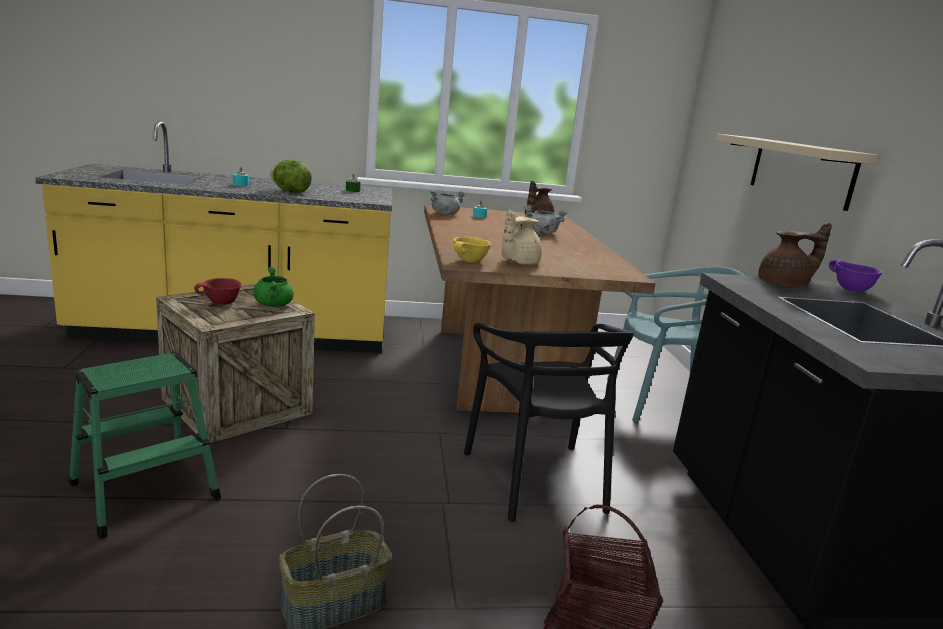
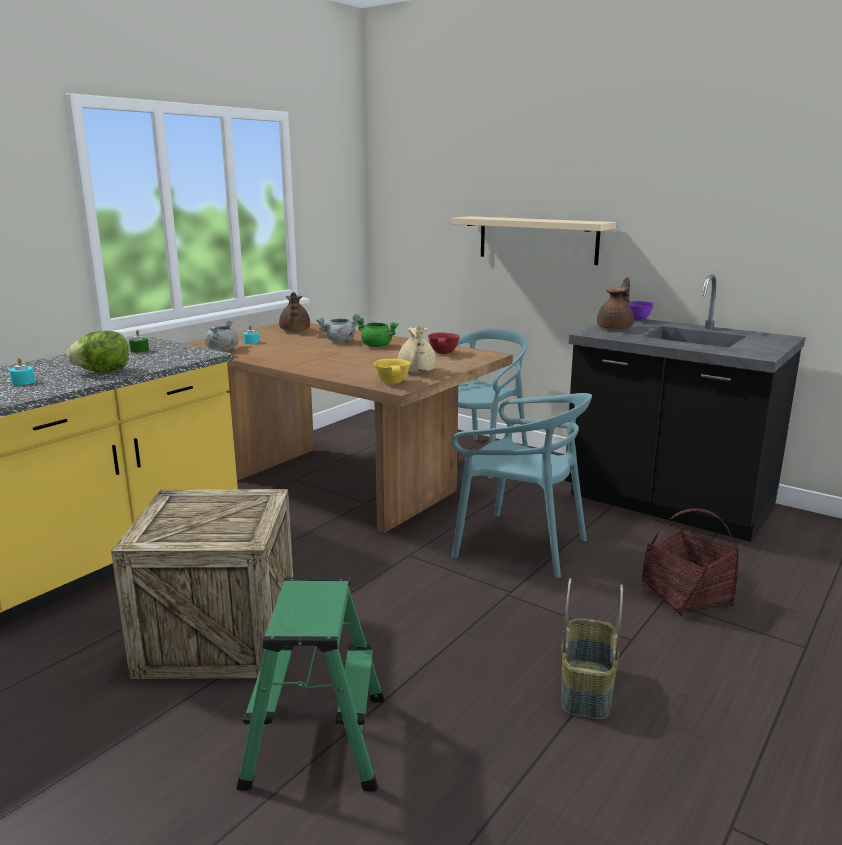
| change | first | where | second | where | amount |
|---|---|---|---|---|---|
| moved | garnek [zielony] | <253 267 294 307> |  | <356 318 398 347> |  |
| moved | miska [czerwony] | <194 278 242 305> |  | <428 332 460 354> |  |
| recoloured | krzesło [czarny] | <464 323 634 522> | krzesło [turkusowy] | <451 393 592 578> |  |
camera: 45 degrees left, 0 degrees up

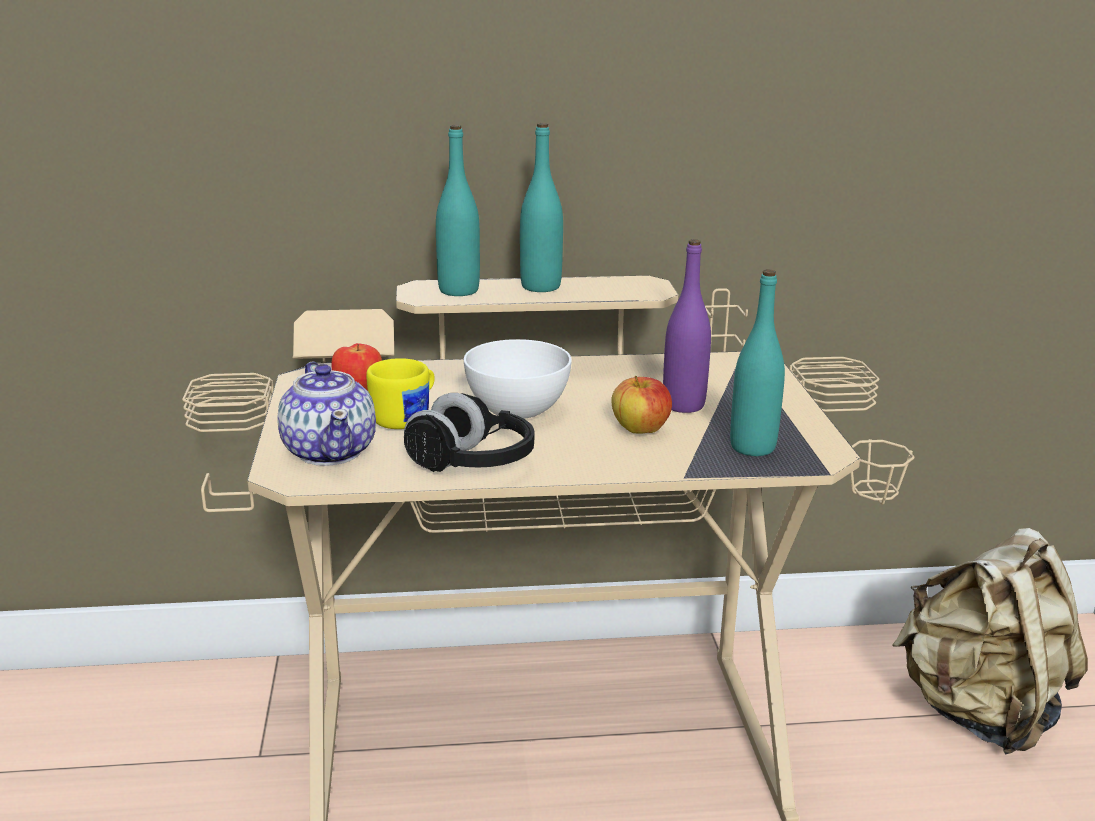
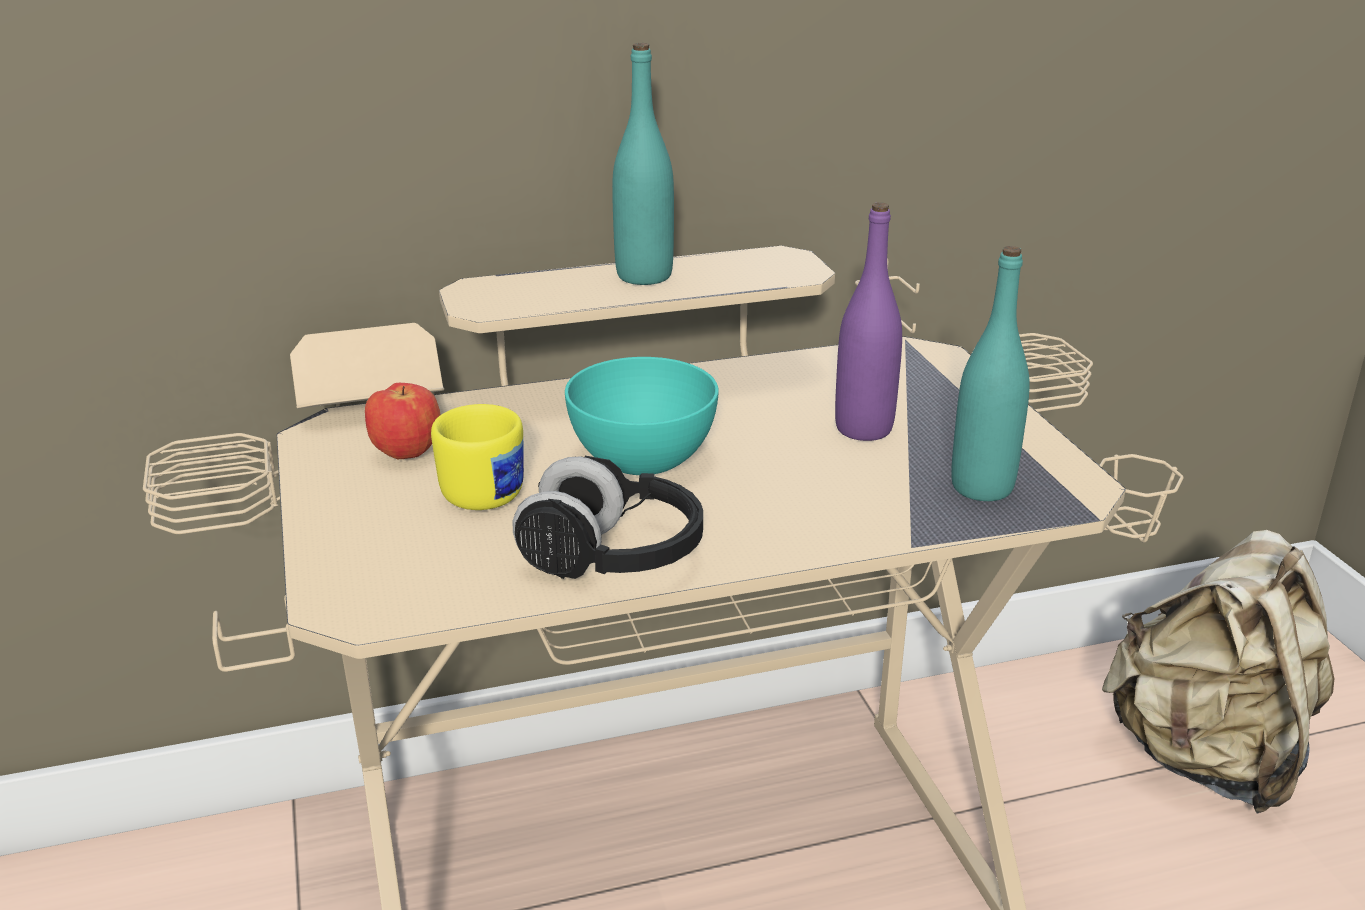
| change | first | where | second | where | amount |
|---|---|---|---|---|---|
| removed | butelka [turkusowy] | <436 125 480 296> |  |  |  |
| recoloured | miska [biały] | <464 339 572 419> | miska [turkusowy] | <565 357 719 475> |  |
| removed | imbryk | <278 362 376 466> |  |  |  |
| removed | jabłko | <611 376 672 434> |  |  |  |
camera: 10 degrees left, 5 degrees up

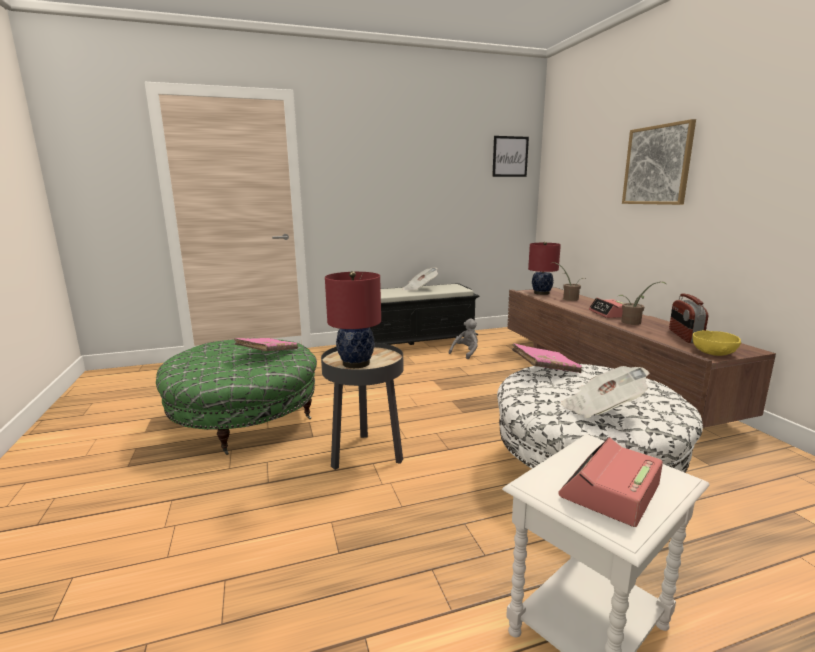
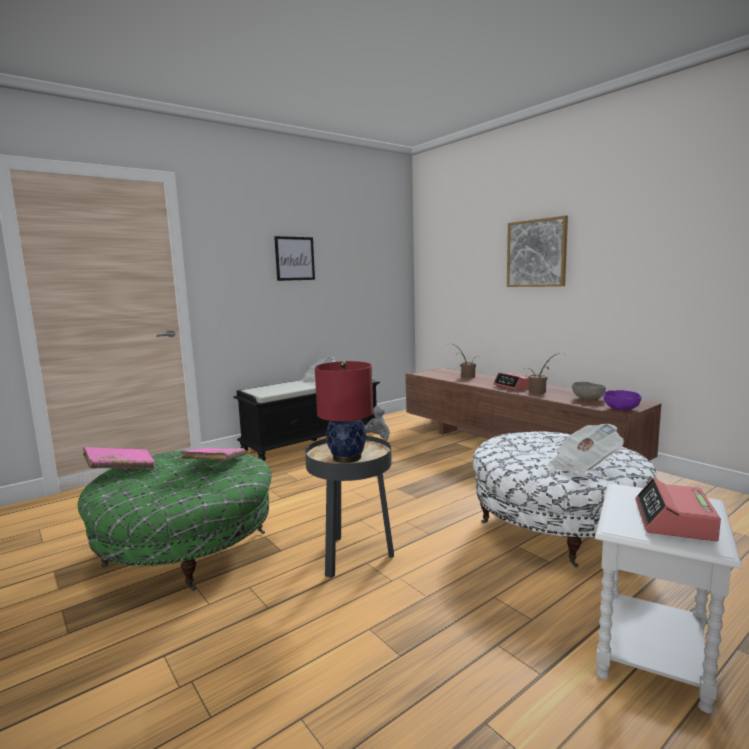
| change | first | where | second | where | amount |
|---|---|---|---|---|---|
| moved | obraz | <492 136 529 177> |  | <274 236 315 281> |  |
| removed | lampa stołowa [czerwony] | <528 241 561 295> |  |  |  |
| replaced | radio | <669 294 708 343> | miska [szary] | <572 382 606 400> |  |
| recoloured | miska [żółty] | <693 330 741 356> | miska [fioletowy] | <603 390 641 410> |  |
| moved | książka [różowy] | <512 343 582 373> |  | <83 447 155 468> |  |
camera: 20 degrees left, 5 degrees down

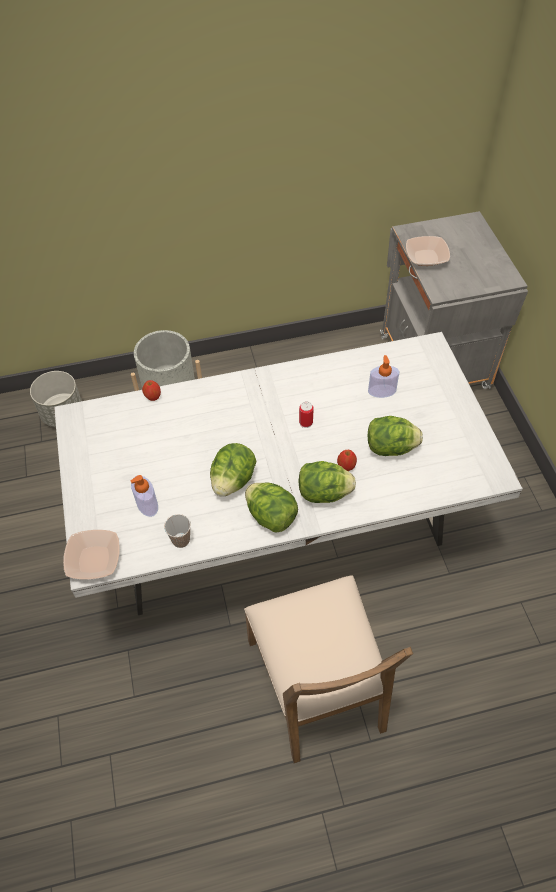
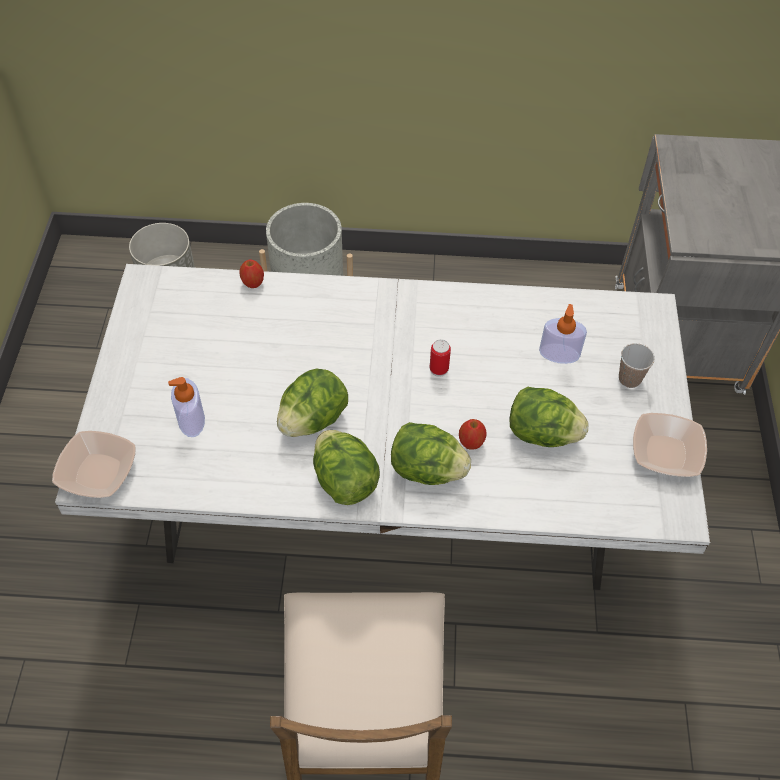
| change | first | where | second | where | amount |
|---|---|---|---|---|---|
| moved | miska | <406 236 450 266> |  | <633 413 707 477> |  |
| moved | filiżanka | <164 514 191 548> |  | <619 343 655 388> |  |
camera: 15 degrees right, 0 degrees up

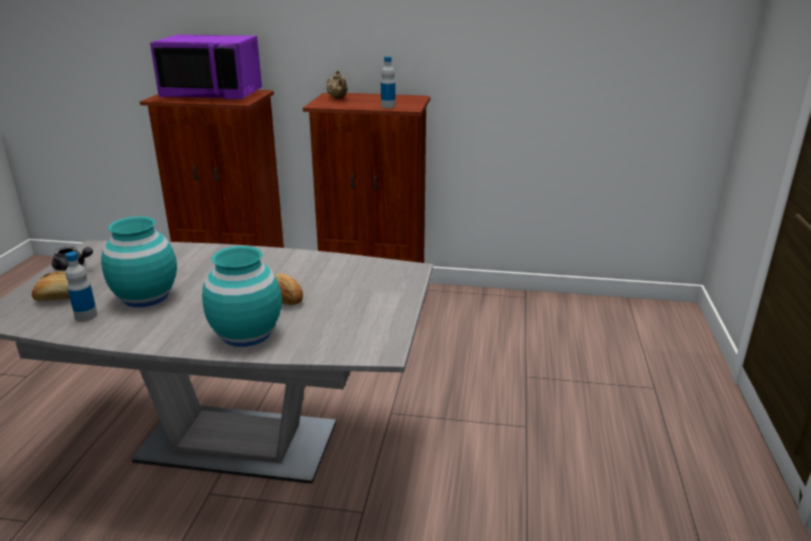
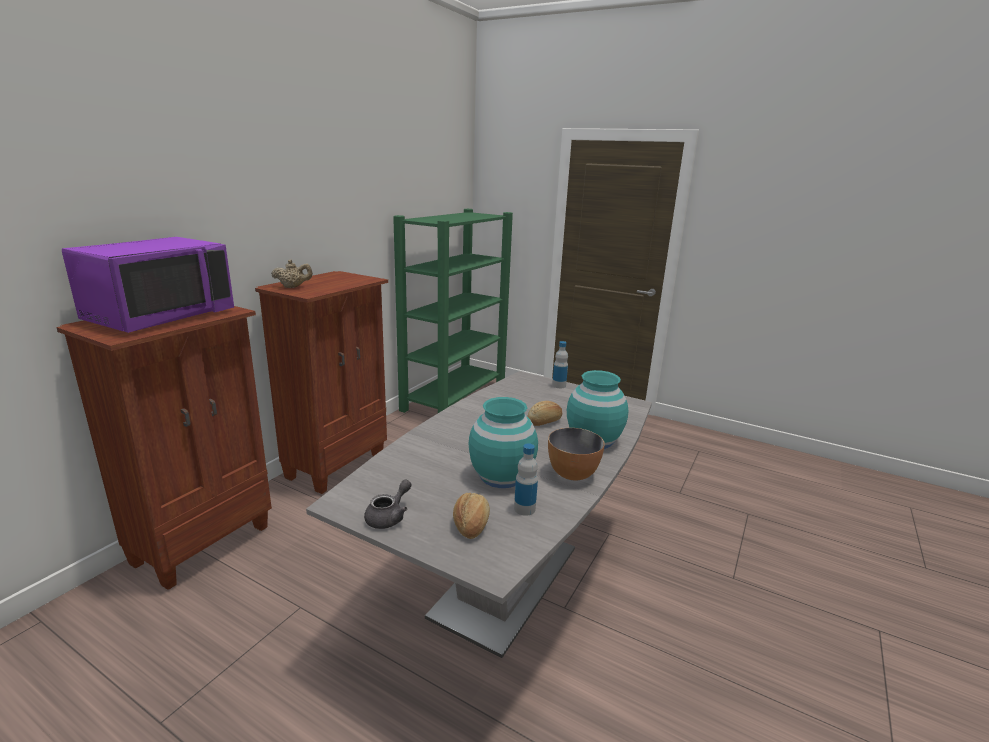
| change | first | where | second | where | amount |
|---|---|---|---|---|---|
| moved | butelka | <381 56 396 108> |  | <552 341 568 388> |  |
| added |  |  | regał [zielony] | <393 209 513 413> |  |
| added |  |  | miska | <548 428 605 480> |  |
camera: 70 degrees left, 5 degrees down

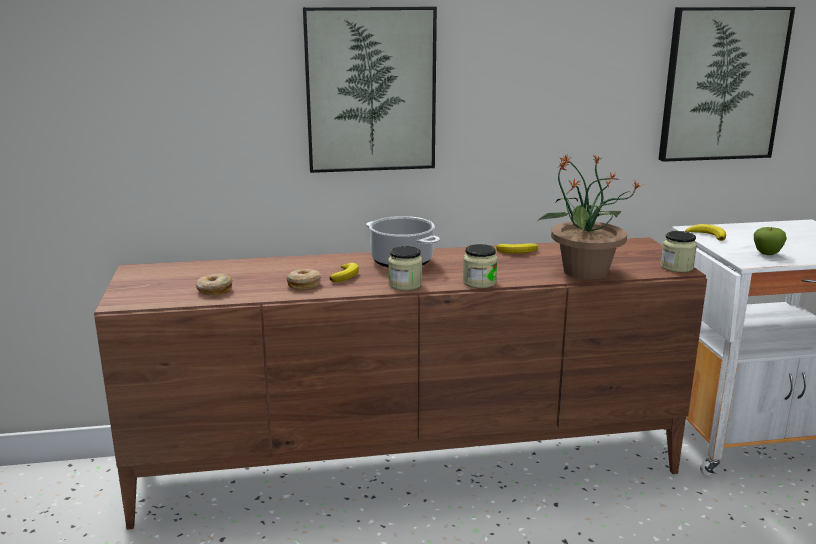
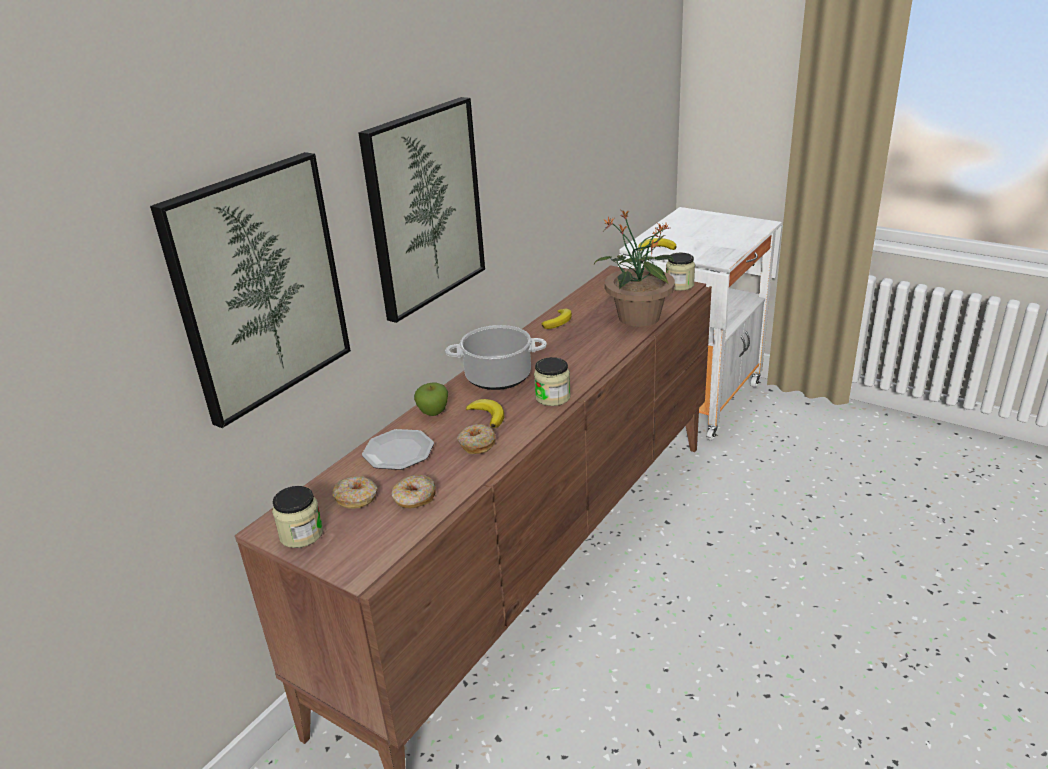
| change | first | where | second | where | amount |
|---|---|---|---|---|---|
| moved | obraz | <659 7 795 162> |  | <150 152 351 428> |  |
| moved | jabłko | <754 227 787 255> |  | <414 383 448 416> |  |
| moved | słoik | <463 244 497 288> |  | <272 486 323 548> |  |
| added |  |  | talerz | <362 429 434 470> |  |
| added |  |  | donut | <332 476 378 509> |  |
camera: 45 degrees left, 10 degrees up

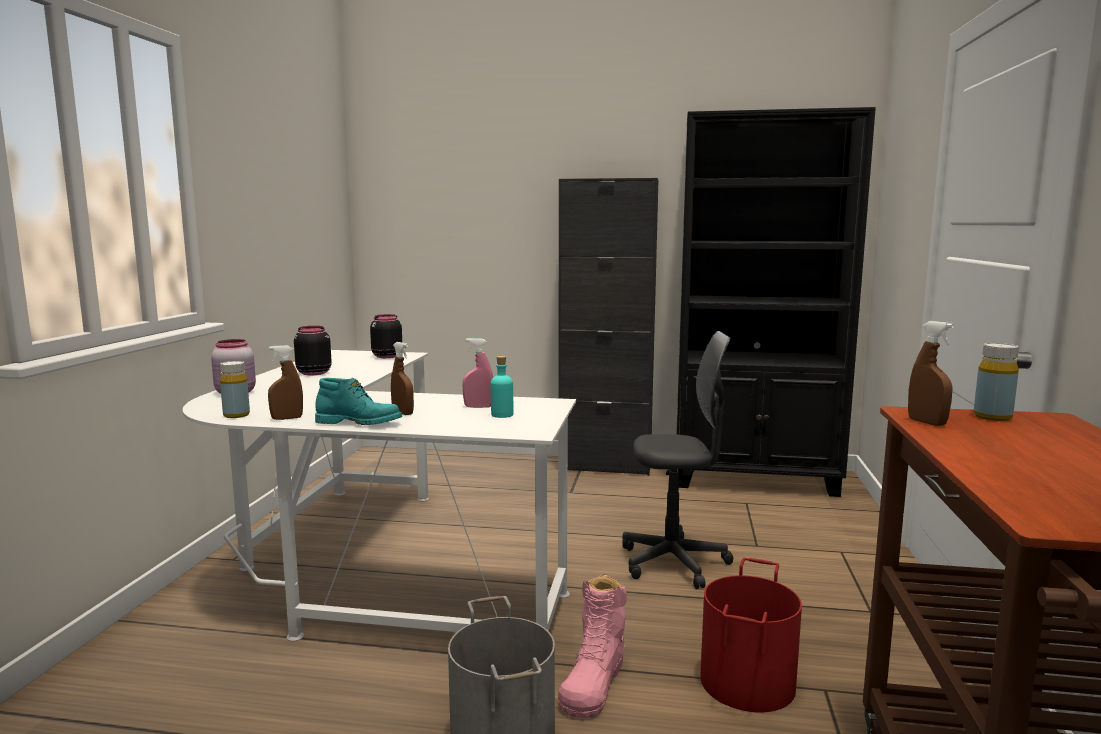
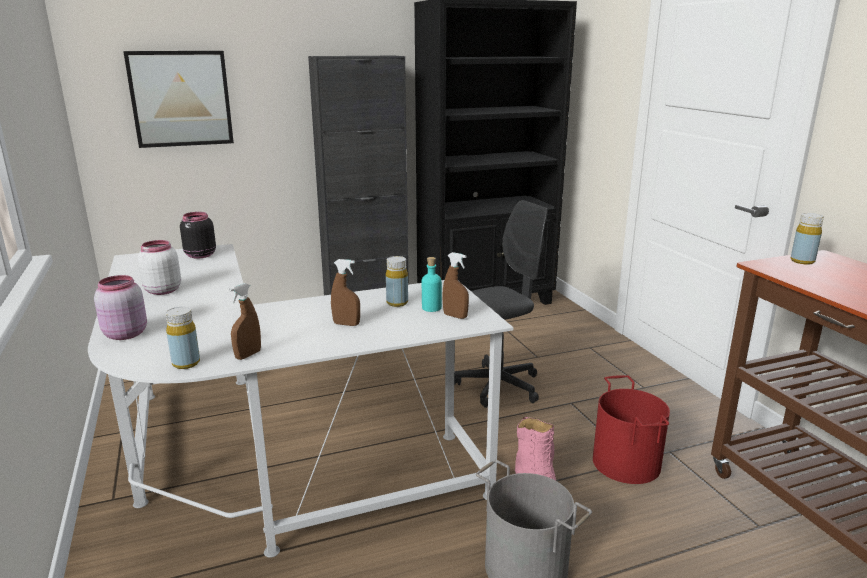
| change | first | where | second | where | amount |
|---|---|---|---|---|---|
| moved | spryskiwacz [brązowy] | <908 321 954 426> |  | <442 252 469 319> |  |
| recoloured | słoik [czarny] | <294 326 332 375> | słoik [biały] | <138 240 181 295> |  |
| replaced | spryskiwacz [różowy] | <463 338 493 408> | butelka [żółty] | <386 256 408 307> |  |
| removed | but z cholewką [turkusowy] | <315 378 402 425> |  |  |  |
| added |  |  | obraz | <123 51 234 148> |  |
camera: 30 degrees left, 10 degrees up

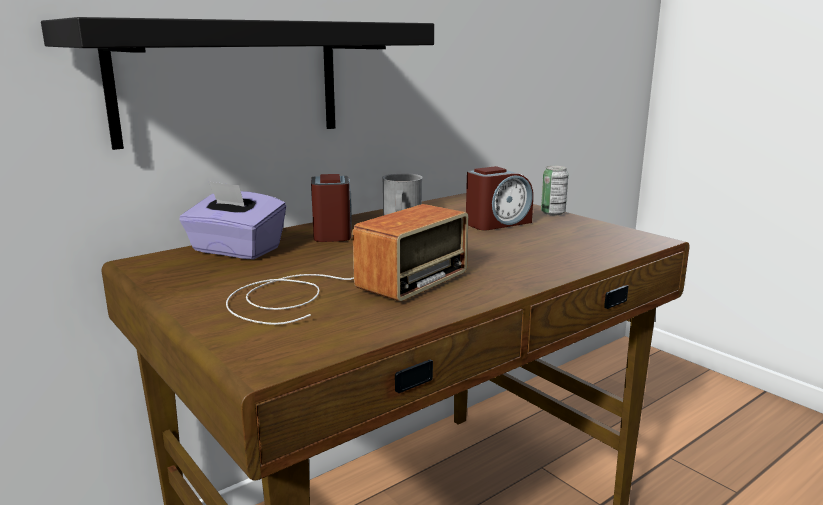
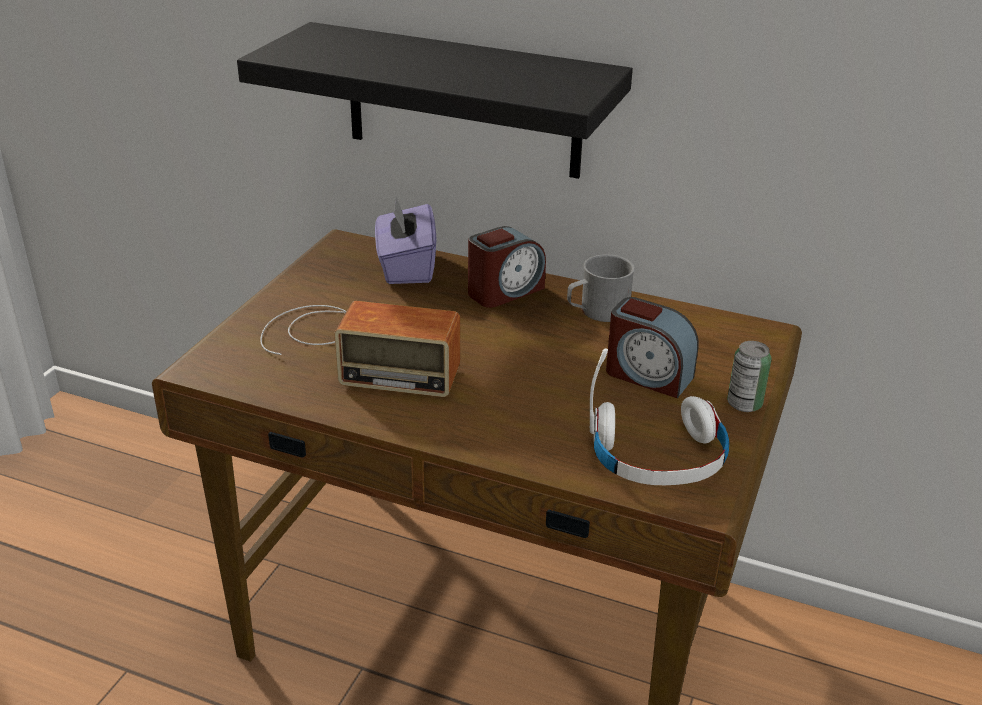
| change | first | where | second | where | amount |
|---|---|---|---|---|---|
| added |  |  | słuchawki [biały] | <590 348 729 485> |  |
camera: 60 degrees right, 15 degrees up

